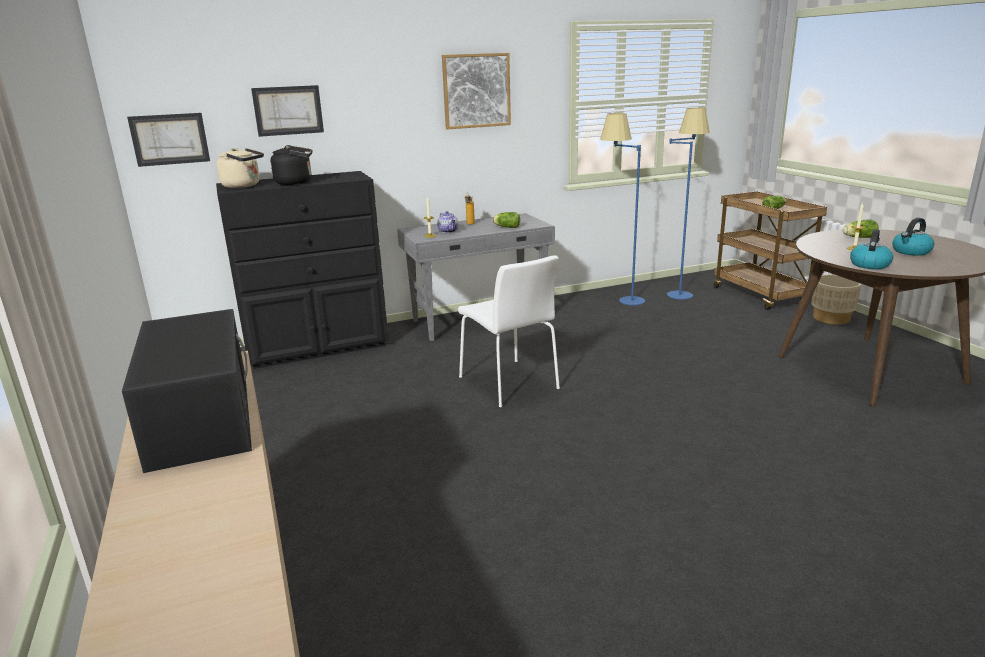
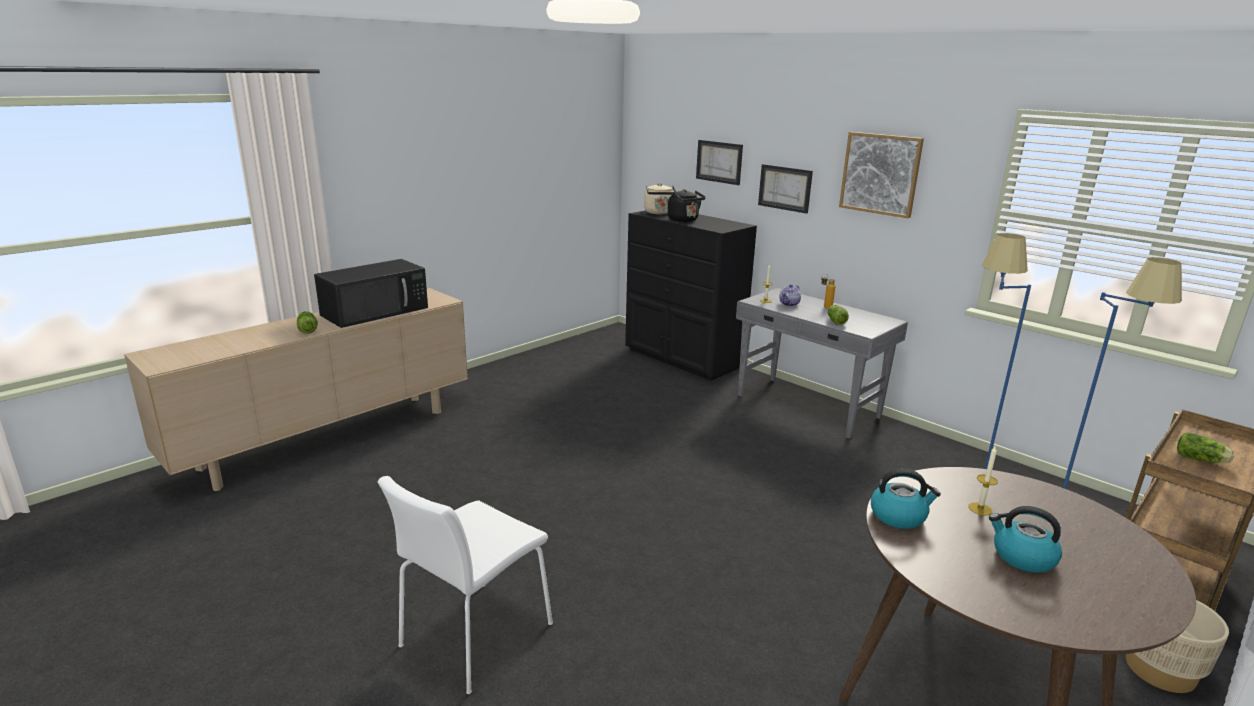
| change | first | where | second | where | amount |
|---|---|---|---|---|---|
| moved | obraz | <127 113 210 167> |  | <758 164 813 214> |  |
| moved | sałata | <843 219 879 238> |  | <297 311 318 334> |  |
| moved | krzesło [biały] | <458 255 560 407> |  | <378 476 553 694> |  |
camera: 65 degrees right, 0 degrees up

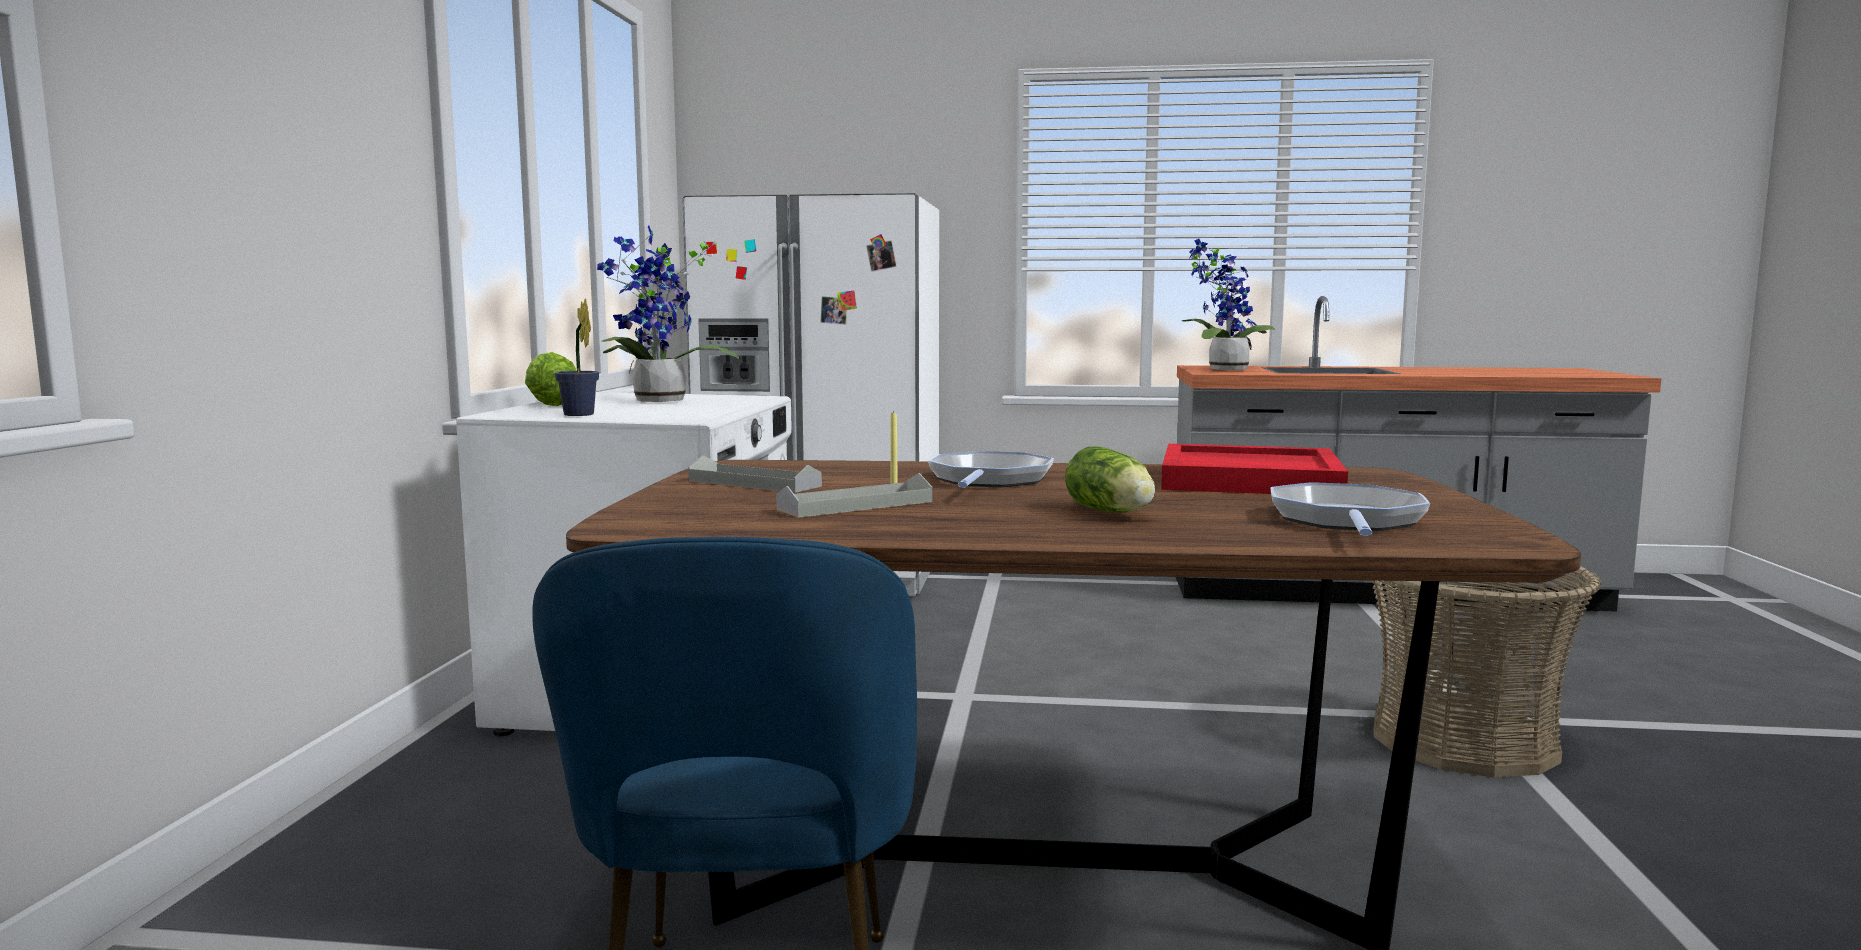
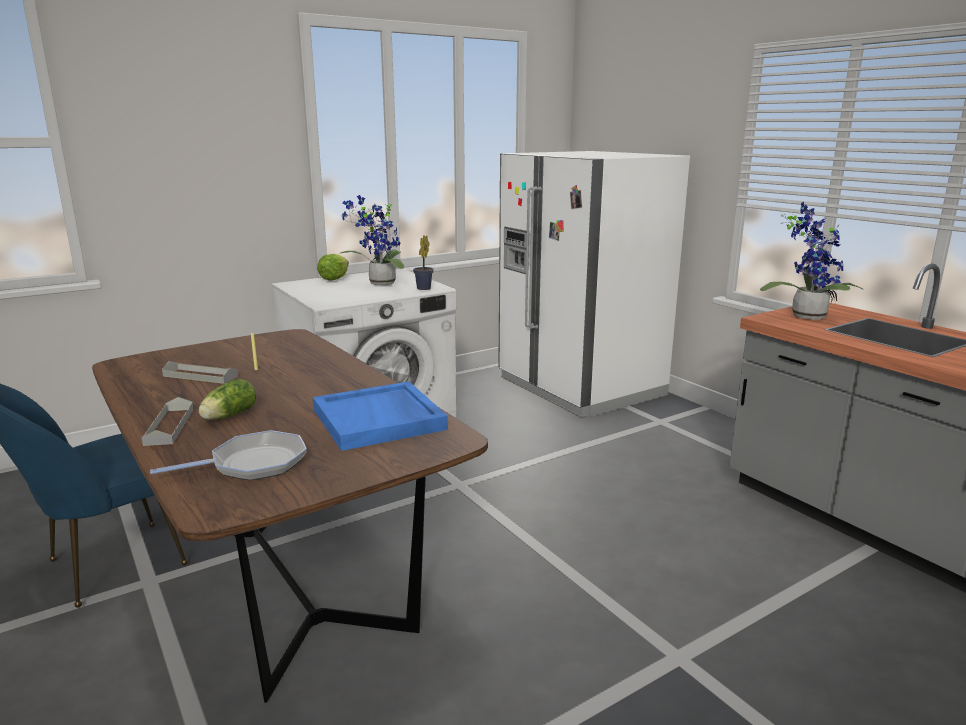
| change | first | where | second | where | amount |
|---|---|---|---|---|---|
| moved | roślina doniczkowa | <555 298 599 416> |  | <413 235 433 290> |  |
| recoloured | taca [czerwony] | <1161 444 1348 494> | taca [niebieski] | <313 381 448 451> |  |
| removed | patelnia | <928 451 1054 488> |  |  |  |
| moved | taca [szary] | <688 455 822 493> |  | <141 397 194 446> |  |
| removed | koszyk | <1371 566 1602 777> |  |  |  |
camera: 50 degrees right, 10 degrees up

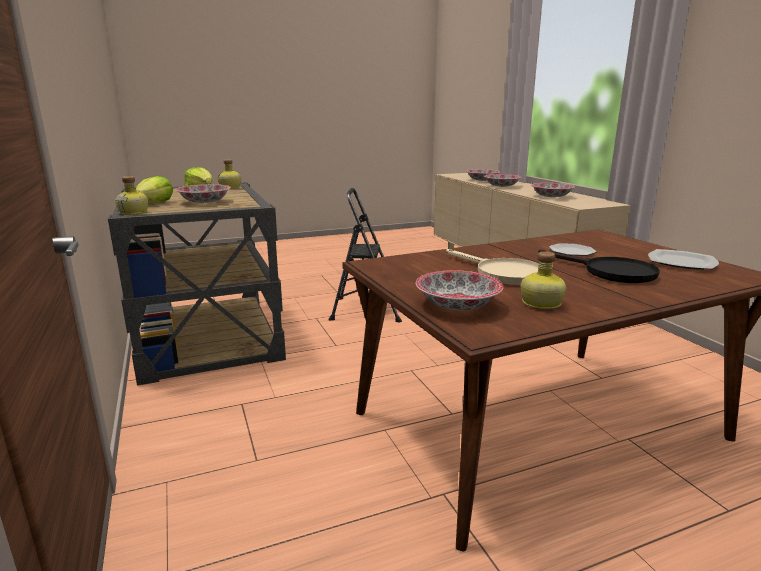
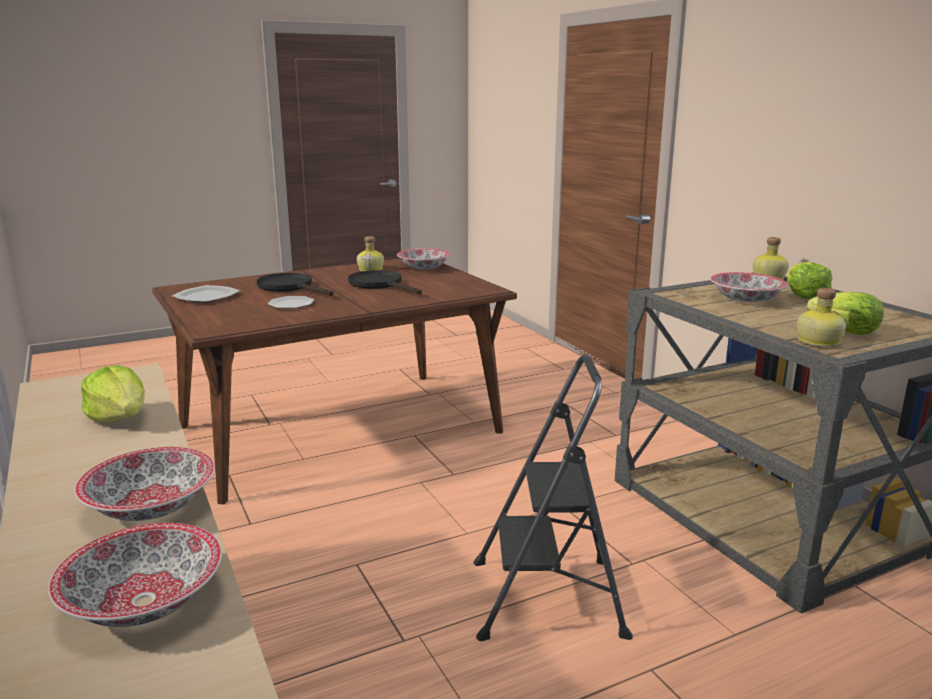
| change | first | where | second | where | amount |
|---|---|---|---|---|---|
| replaced | miska | <531 183 575 197> | sałata | <81 365 145 422> |  |
| recoloured | patelnia [beżowy] | <446 249 539 285> | patelnia [czarny] | <348 270 422 294> |  |
camera: 175 degrees right, 0 degrees up

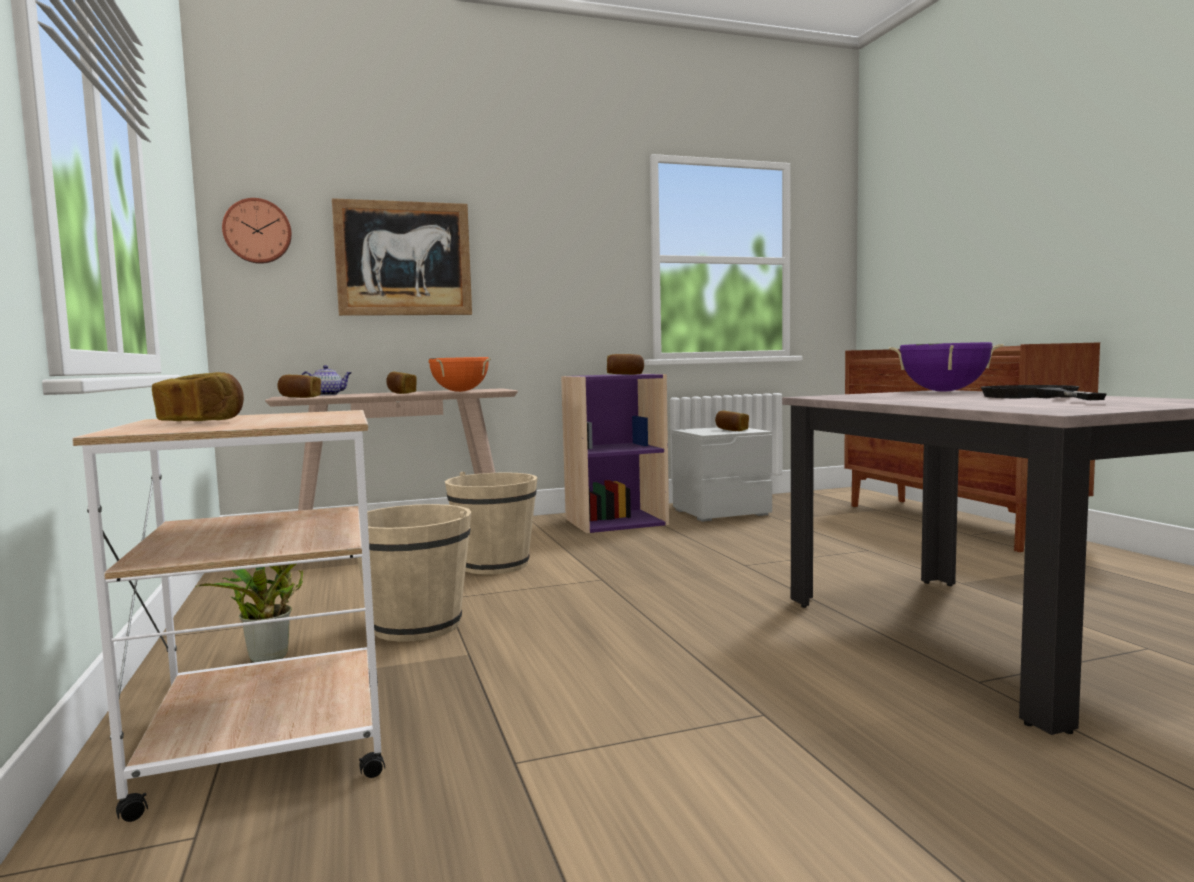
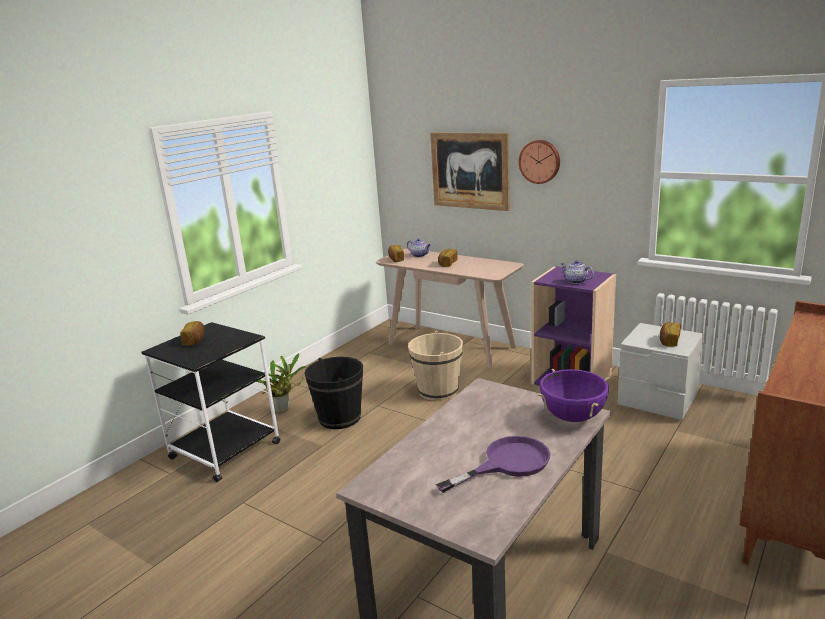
| change | first | where | second | where | amount |
|---|---|---|---|---|---|
| moved | zegar ścienny | <222 198 292 264> |  | <518 140 560 184> |  |
| replaced | chleb | <607 354 644 375> | imbryk | <561 260 594 284> |  |
| removed | garnek [pomarańczowy] | <428 357 491 392> |  |  |  |
| recoloured | patelnia [czarny] | <981 385 1107 400> | patelnia [fioletowy] | <436 436 551 493> |  |
| recoloured | wózek [beżowy] | <72 410 385 822> | wózek [czarny] | <141 322 281 482> |  |
| recoloured | wiadro [beżowy] | <357 504 471 642> | wiadro [czarny] | <304 357 363 429> |  |
camera: 55 degrees right, 15 degrees up

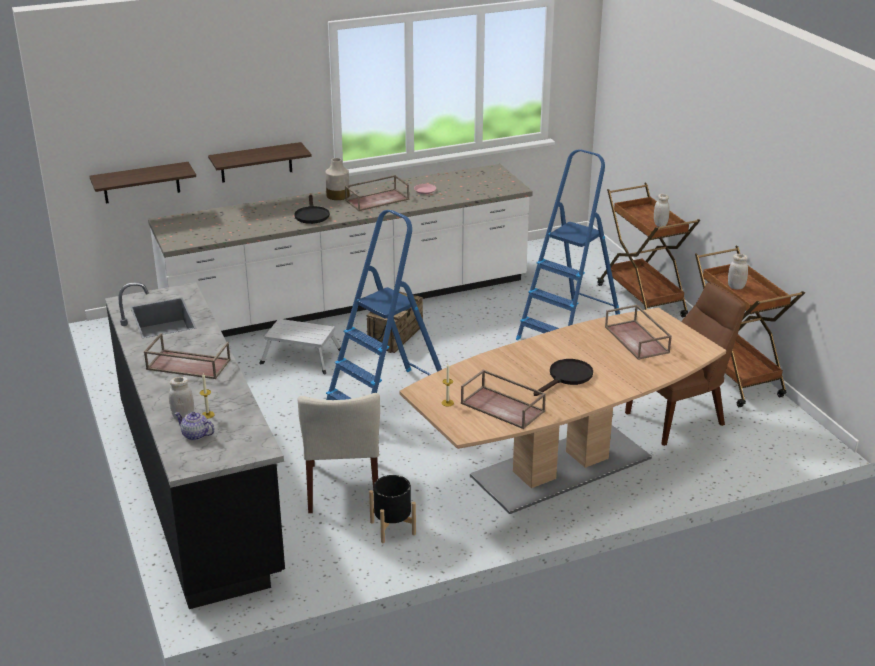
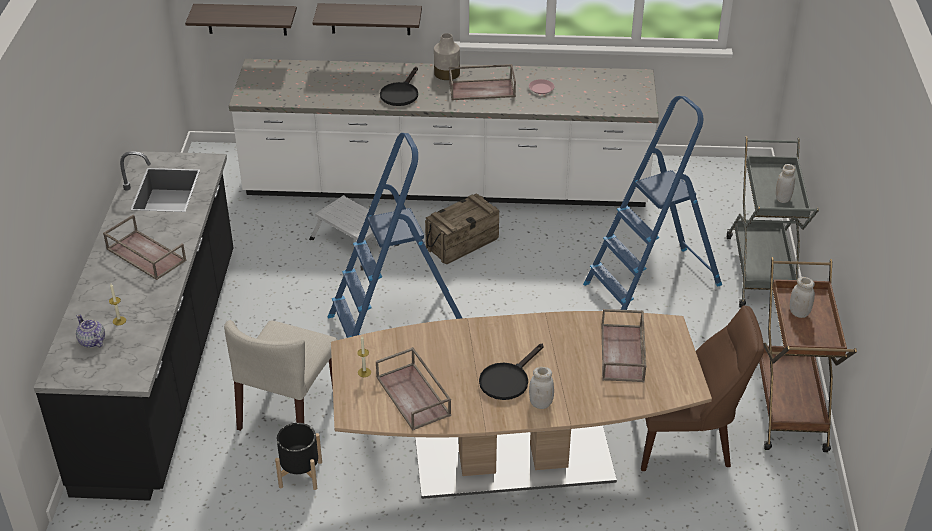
| change | first | where | second | where | amount |
|---|---|---|---|---|---|
| recoloured | wózek [brązowy] | <597 183 700 317> | wózek [szary] | <726 136 819 307> |  |
| turned | patelnia [czarny] | <534 359 593 396> |  | <479 343 543 400> | 150 degrees clockwise |
| moved | słoik [biały] | <169 377 194 420> |  | <529 367 554 409> |  |
camera: 25 degrees right, 10 degrees up

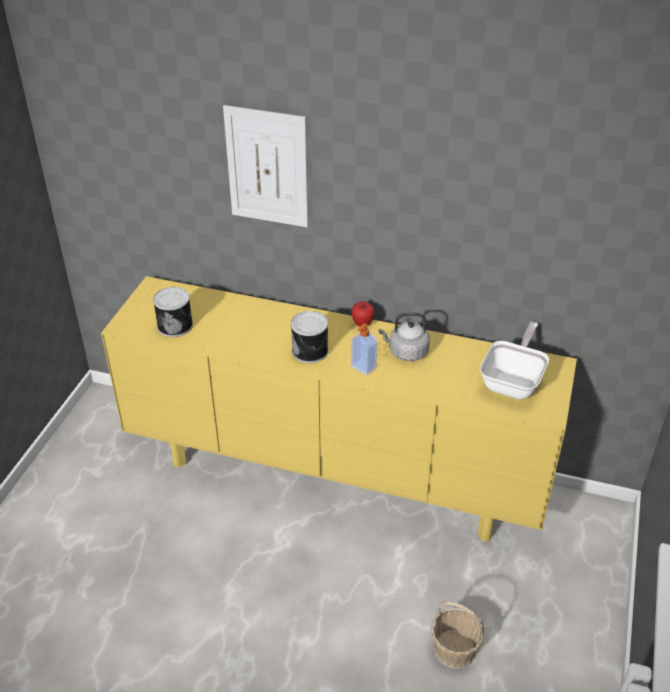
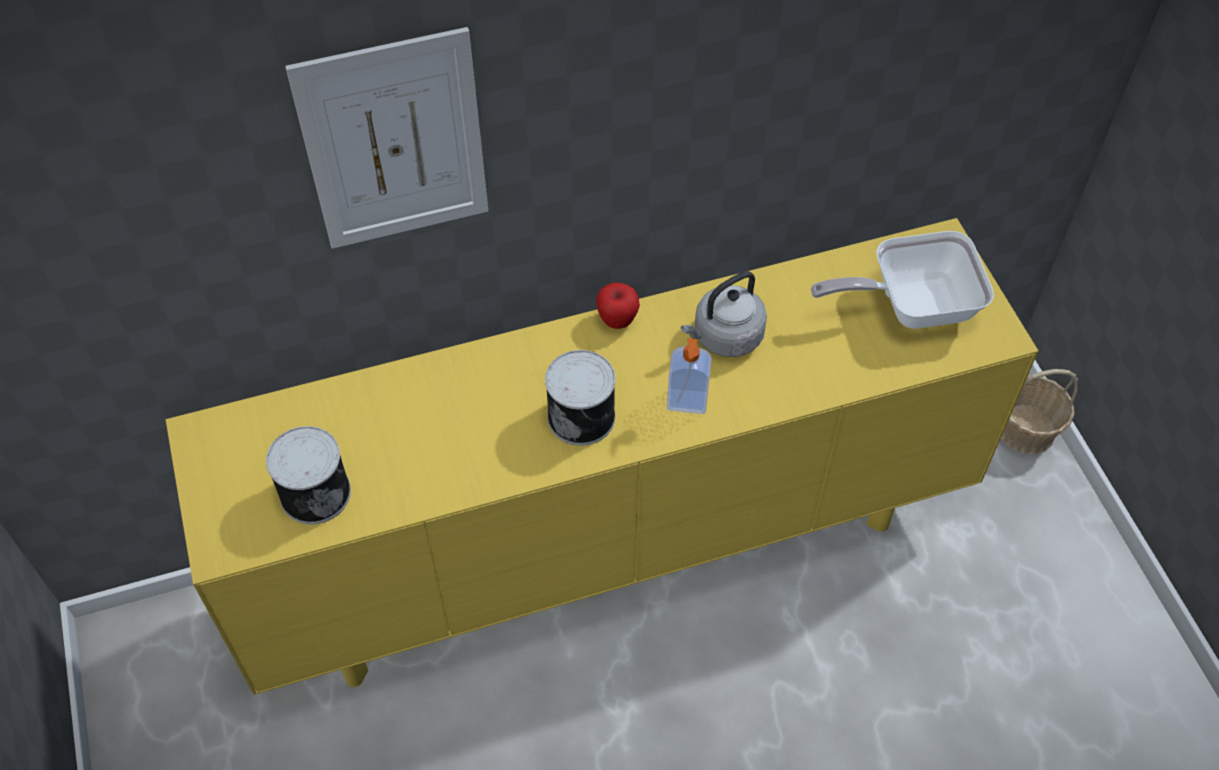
| change | first | where | second | where | amount |
|---|---|---|---|---|---|
| turned | patelnia | <480 322 549 399> |  | <811 231 994 329> | 90 degrees counterclockwise |
| moved | koszyk | <431 601 484 669> |  | <1001 369 1078 455> |  |
camera: 35 degrees left, 15 degrees up

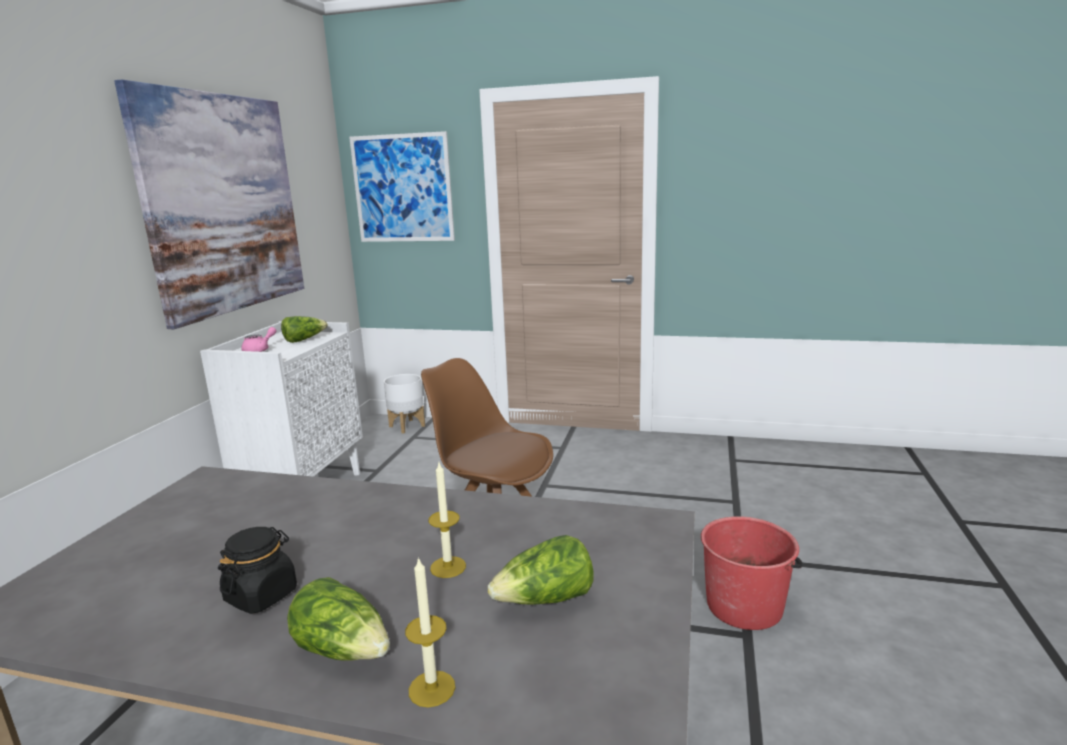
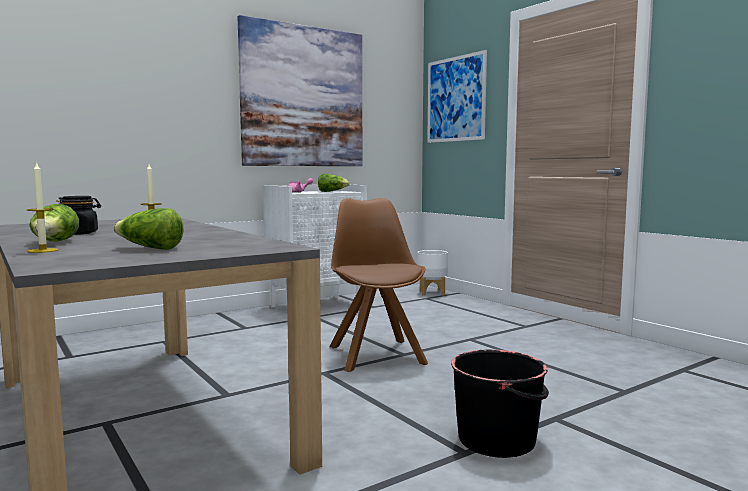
| change | first | where | second | where | amount |
|---|---|---|---|---|---|
| recoloured | wiadro [czerwony] | <701 516 803 630> | wiadro [czarny] | <451 350 549 458> |  |
camera: 40 degrees right, 10 degrees down

